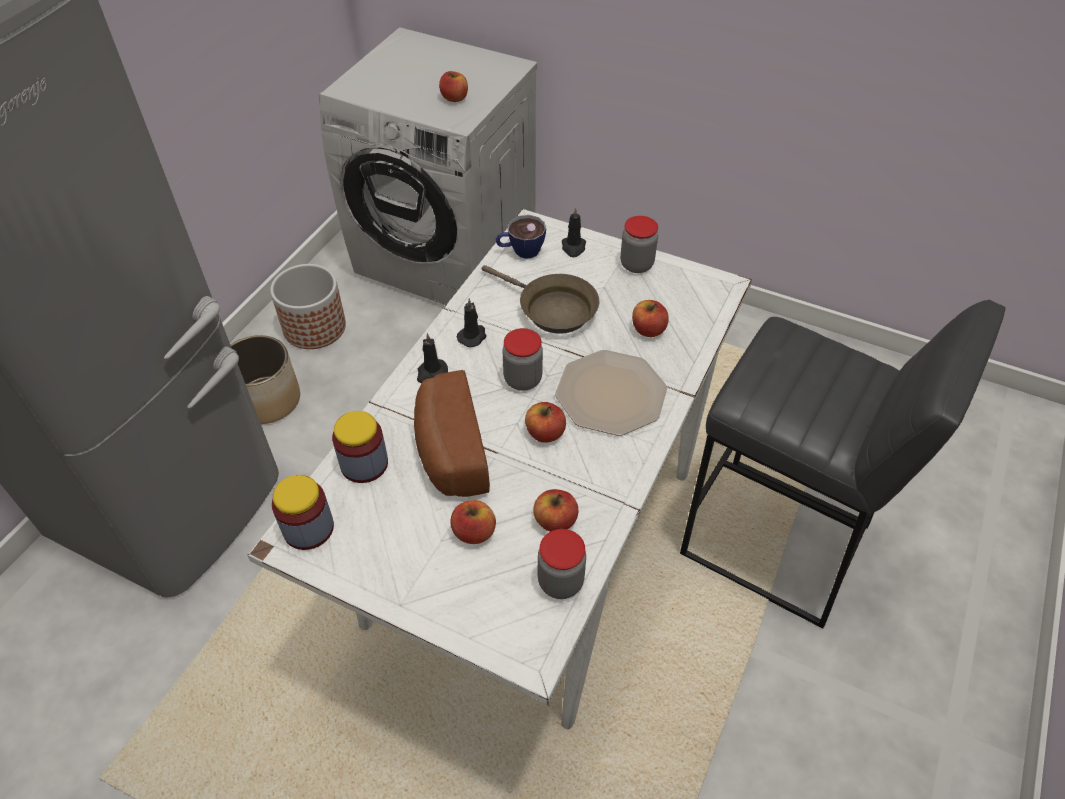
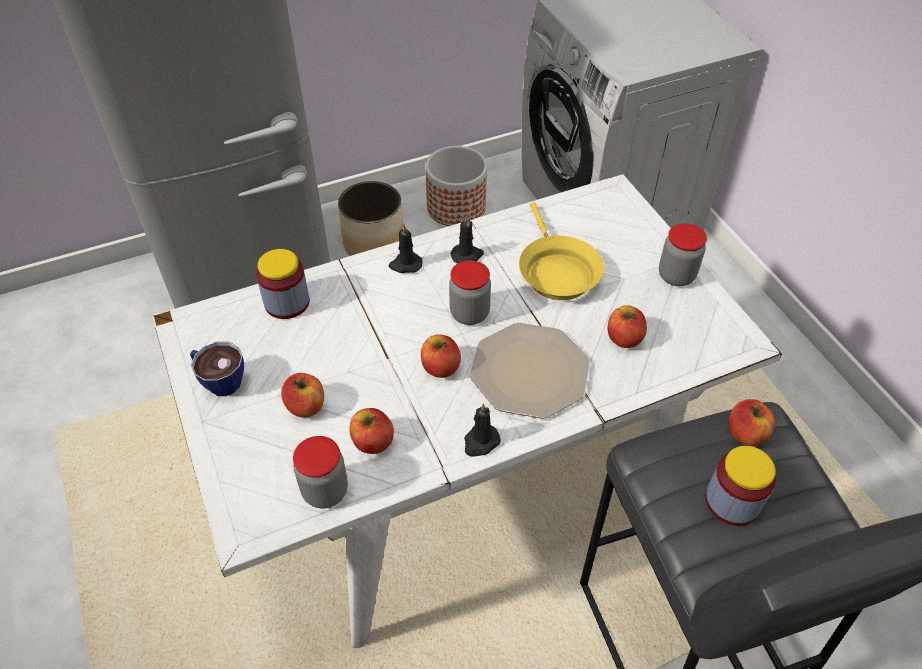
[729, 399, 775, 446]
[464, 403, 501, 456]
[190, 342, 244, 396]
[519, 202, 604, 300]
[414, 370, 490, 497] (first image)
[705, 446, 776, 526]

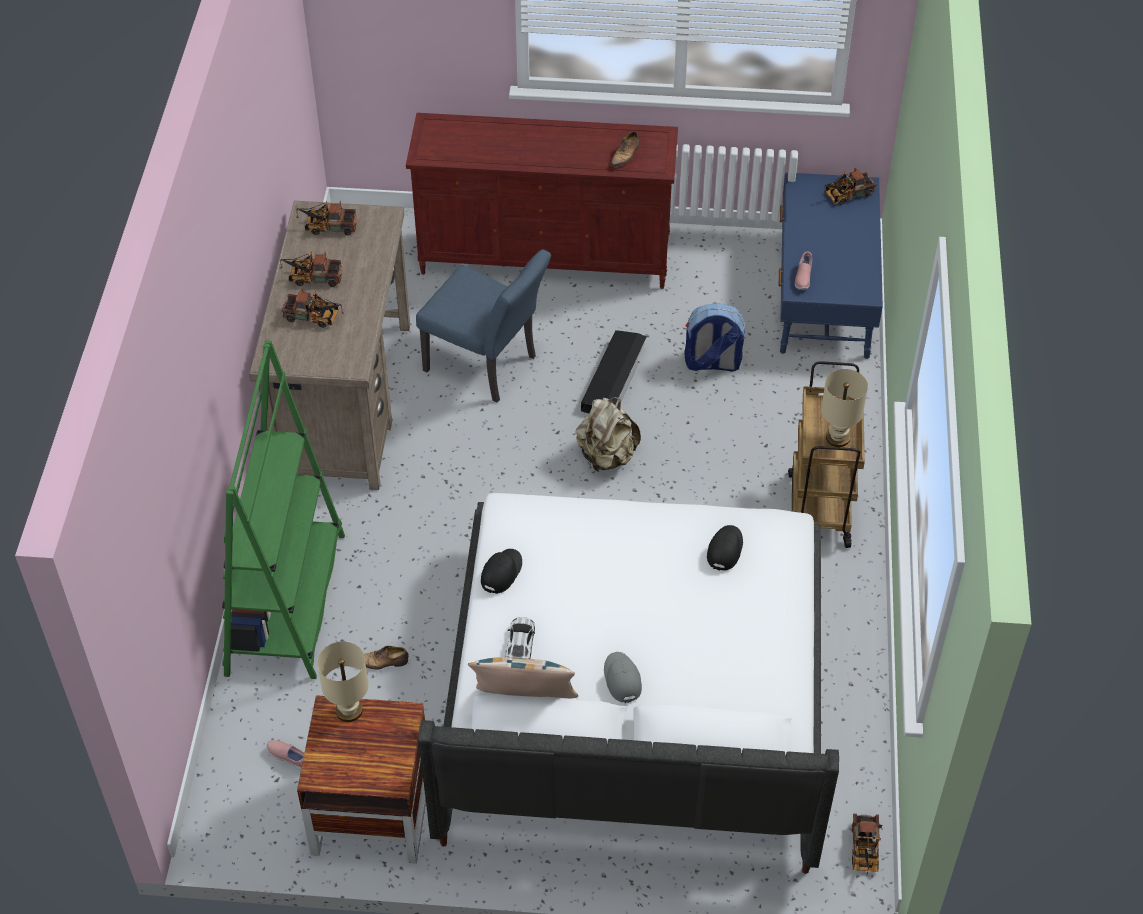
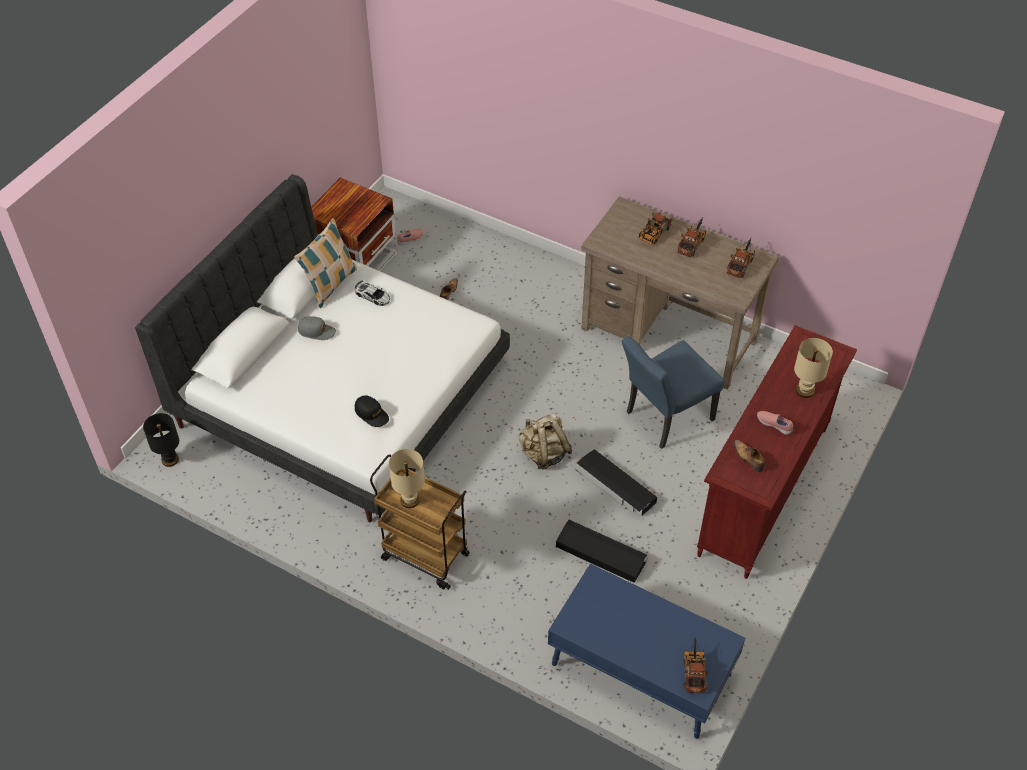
[757, 411, 793, 435]
[556, 520, 648, 583]
[222, 340, 345, 679] (first image)
[481, 549, 522, 594] (first image)
[794, 338, 833, 398]
[143, 413, 179, 467]

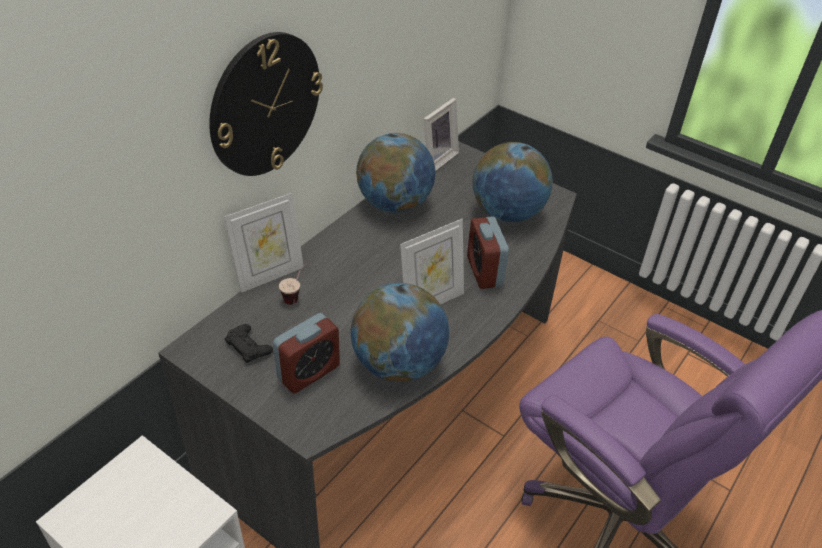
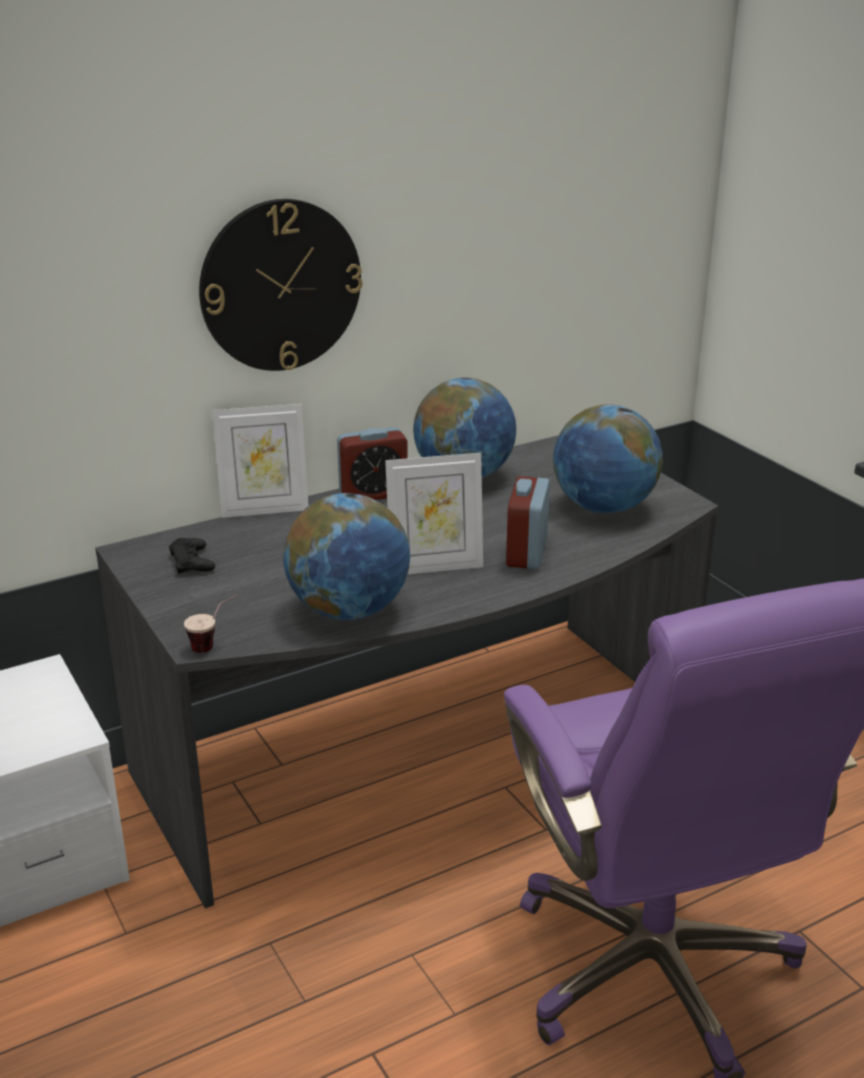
[424, 98, 459, 171] (first image)
[184, 594, 238, 653]
[337, 427, 408, 500]

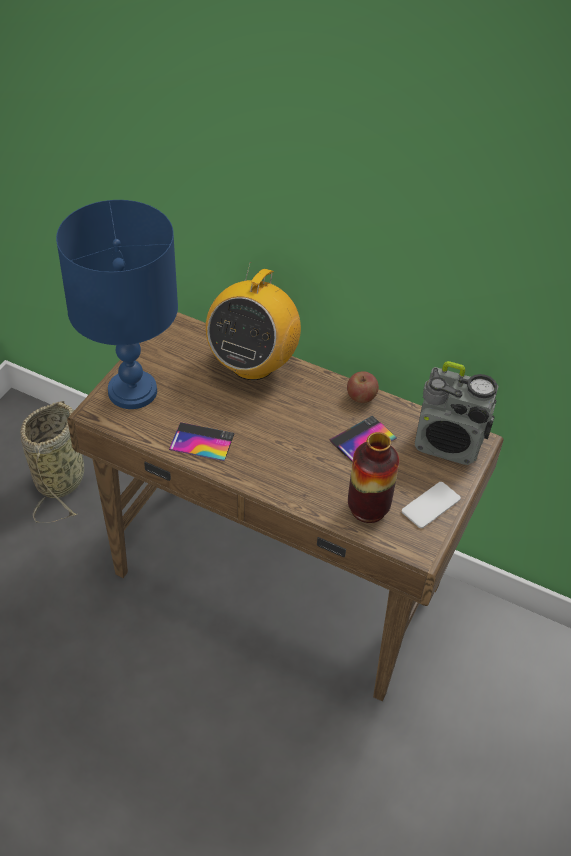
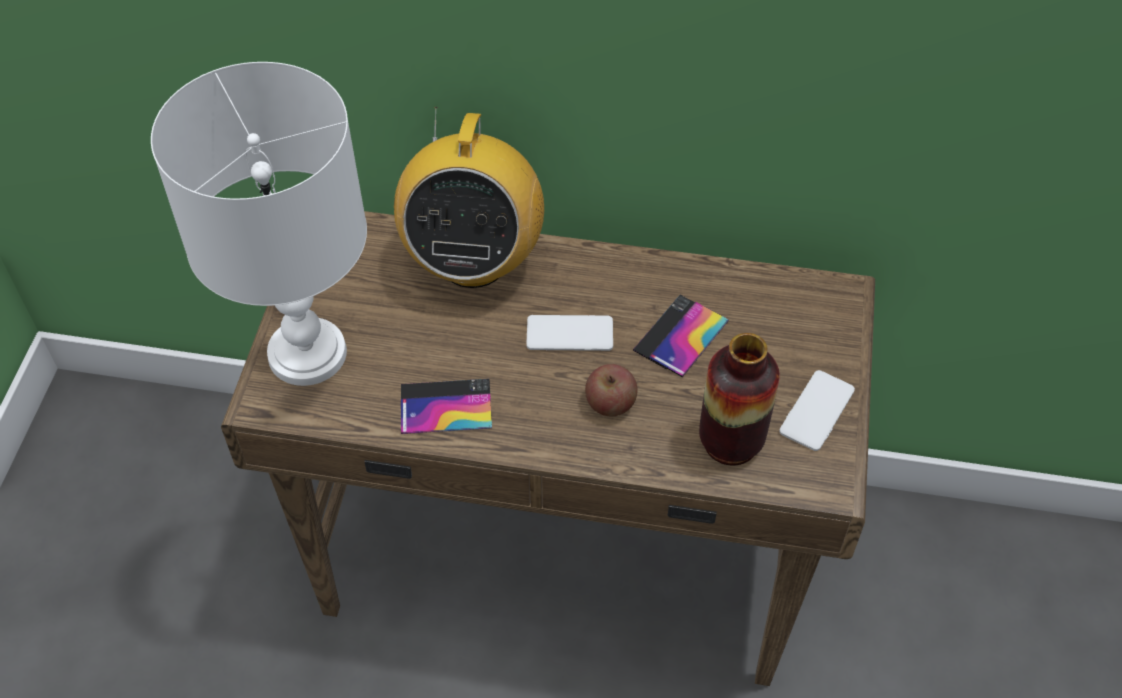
[151, 62, 367, 386]
[415, 361, 499, 465] (first image)
[585, 364, 638, 417]
[20, 401, 84, 523] (first image)
[526, 315, 613, 351]

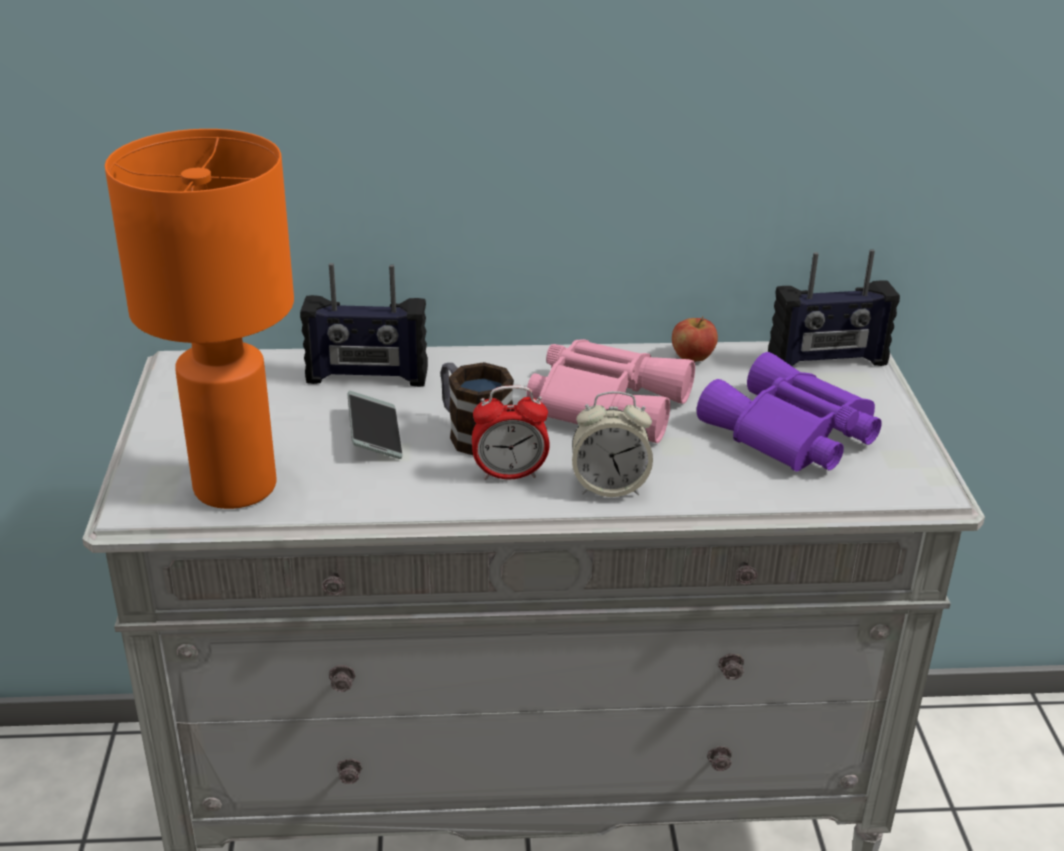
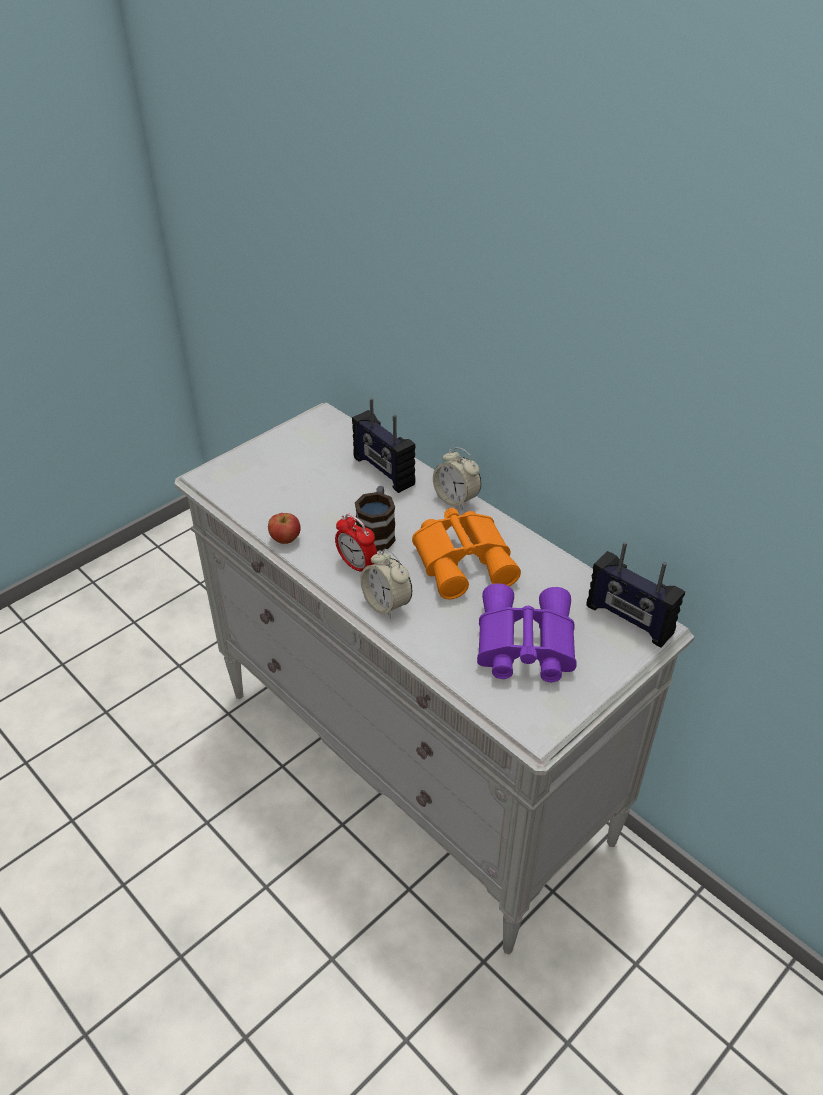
[105, 129, 294, 509] (first image)
[268, 513, 301, 544]
[412, 508, 521, 600]
[347, 391, 403, 459] (first image)
[433, 447, 481, 510]

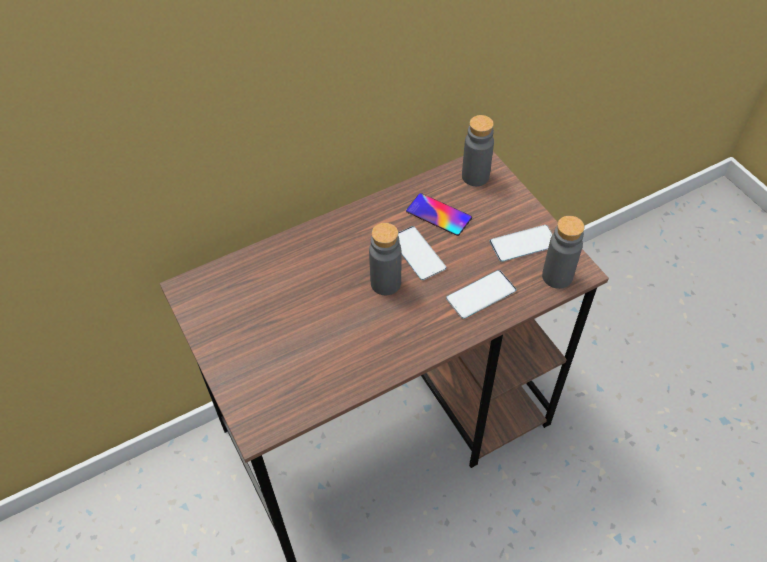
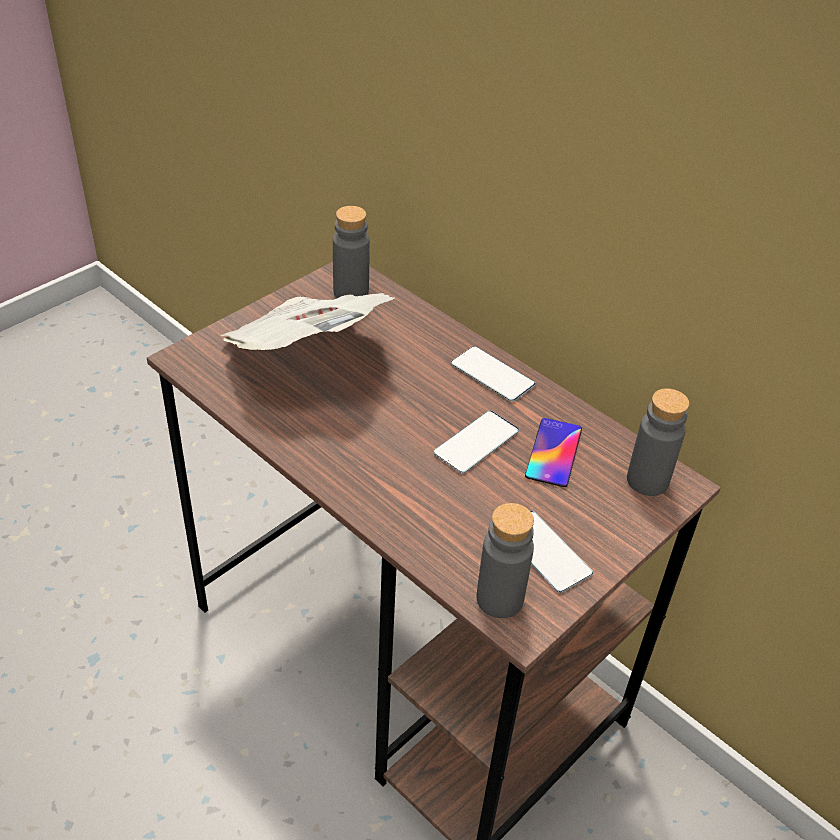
[333, 206, 370, 298]
[451, 346, 536, 402]
[221, 293, 394, 350]

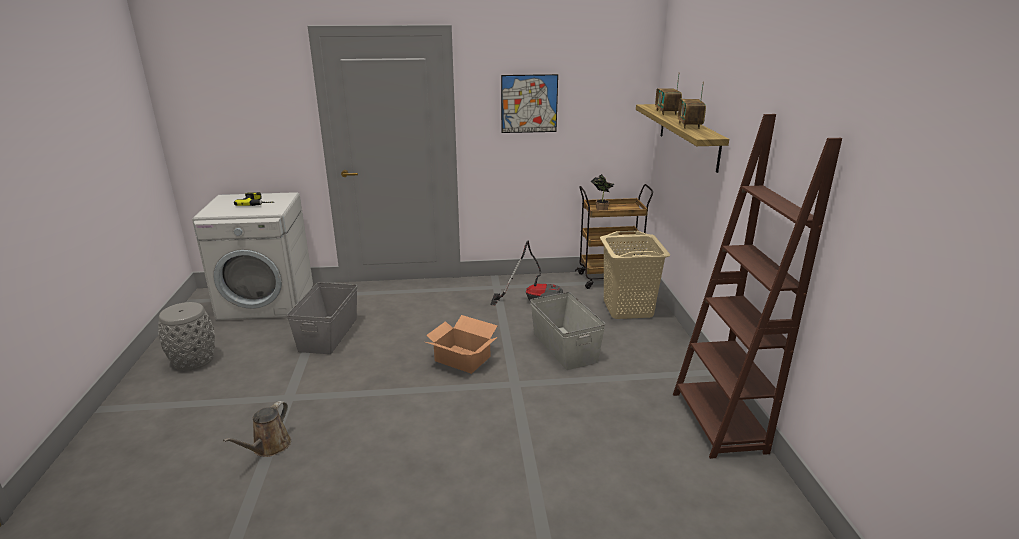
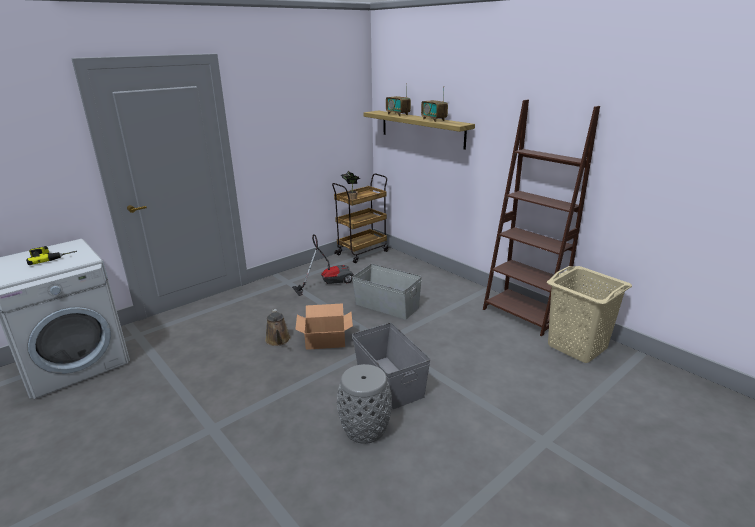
[501, 74, 558, 133] (first image)
[547, 266, 632, 363]
[352, 323, 431, 409]
[337, 364, 392, 444]
[265, 309, 291, 346]

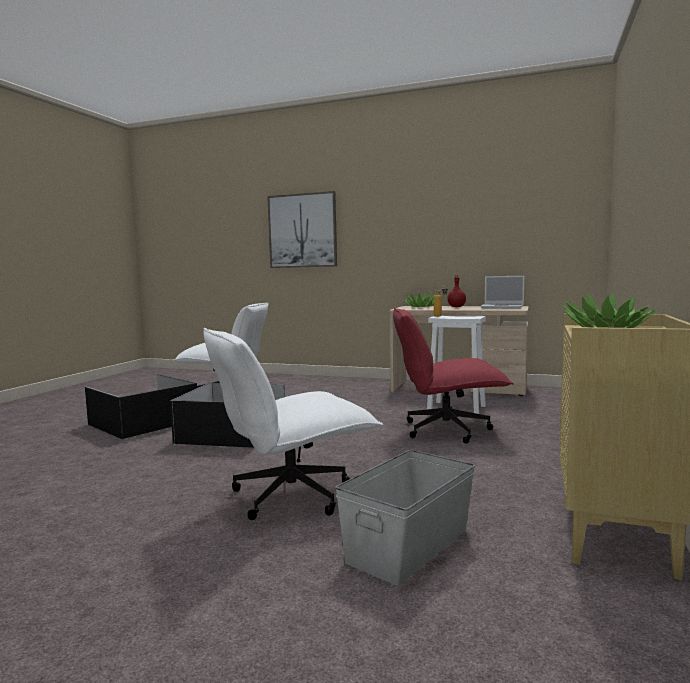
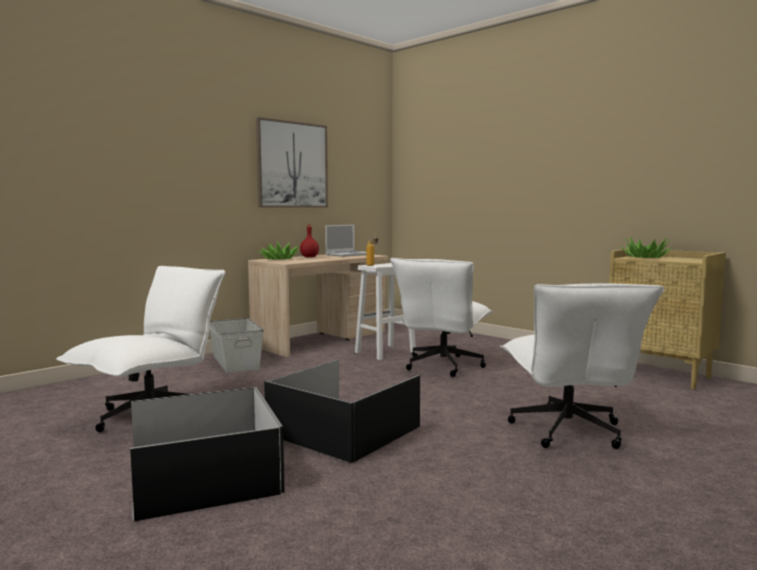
[256, 117, 328, 208]
[390, 258, 494, 377]
[209, 318, 264, 373]

